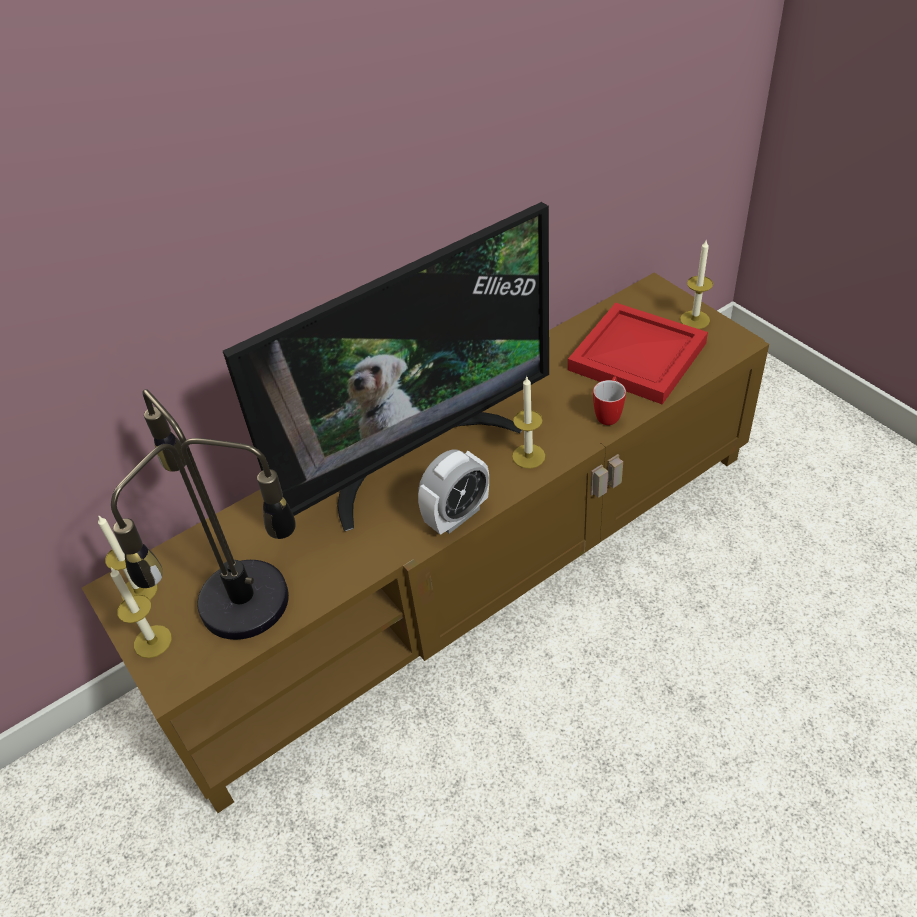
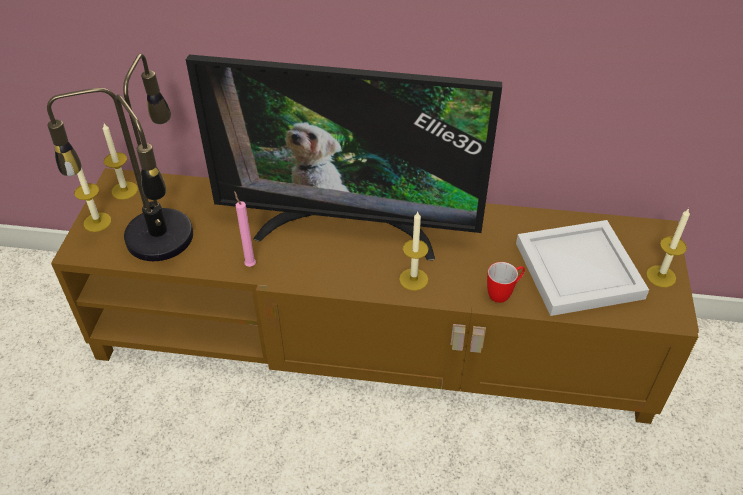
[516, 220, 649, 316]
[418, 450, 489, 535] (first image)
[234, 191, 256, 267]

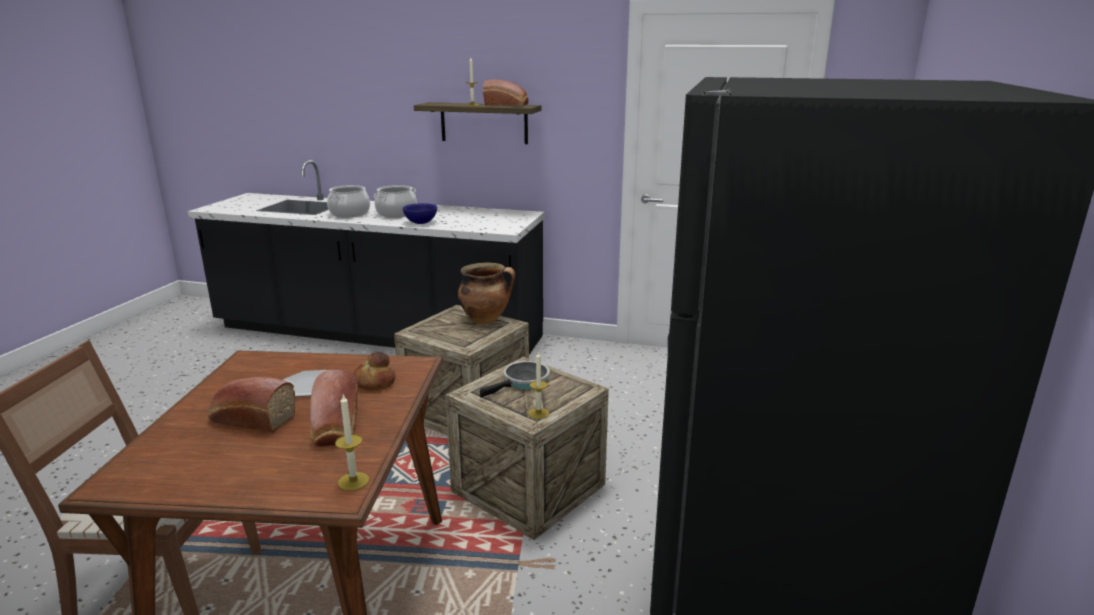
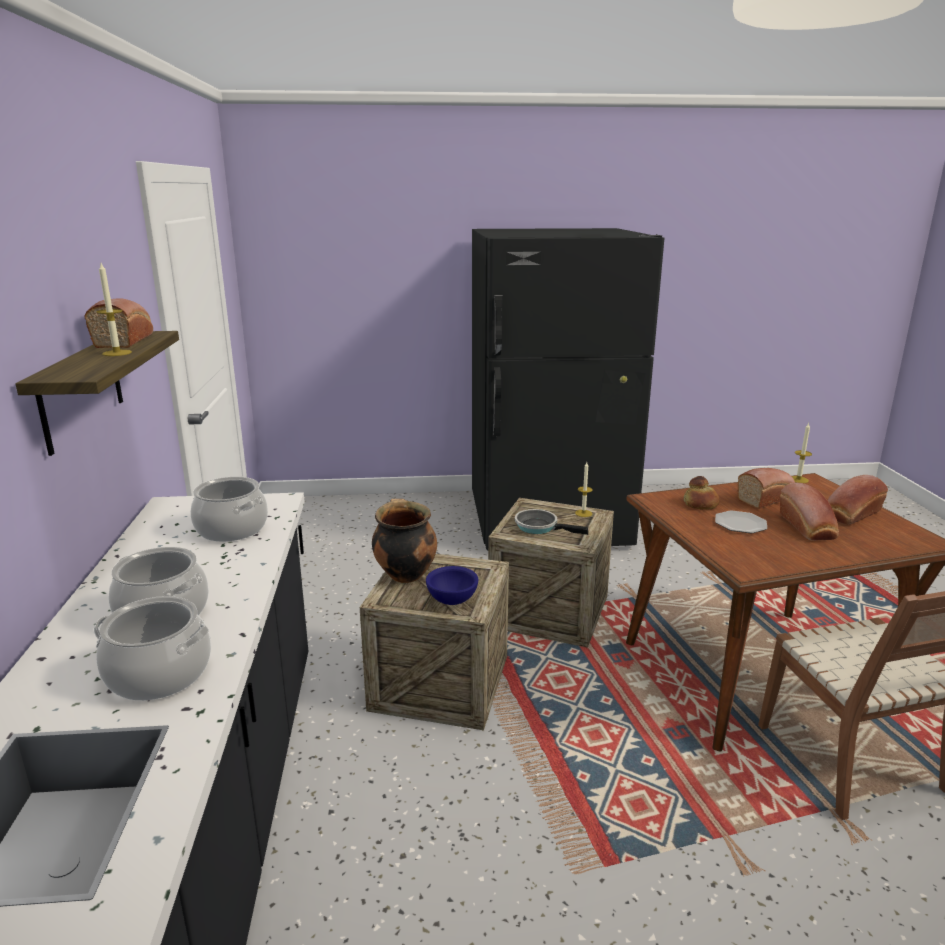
[426, 566, 479, 605]
[828, 475, 888, 525]
[190, 476, 268, 542]

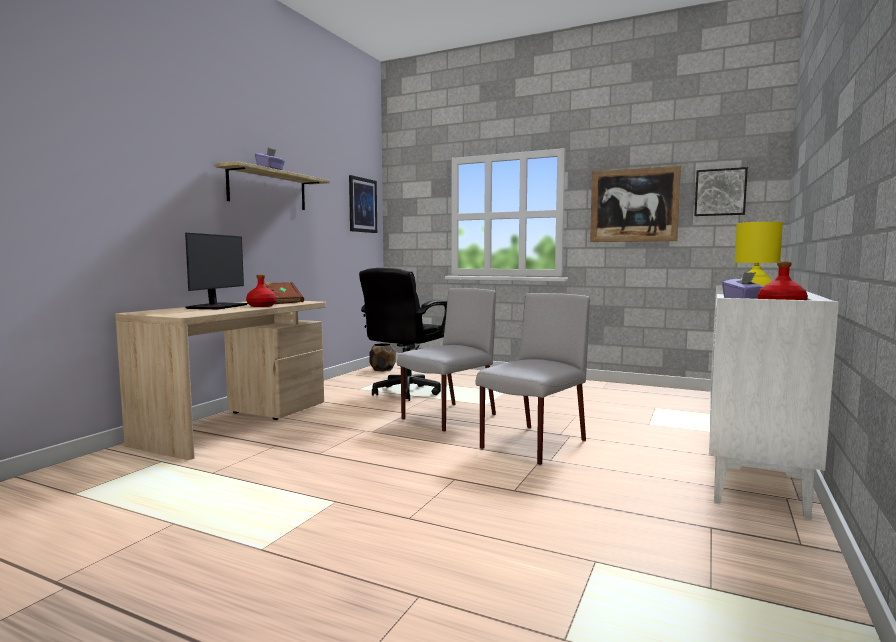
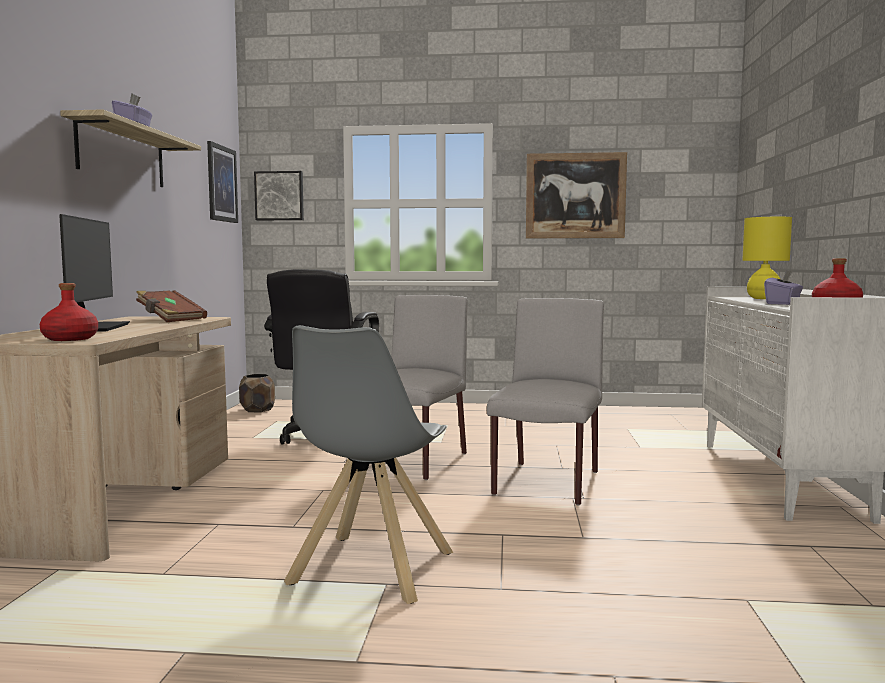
[254, 171, 304, 220]
[39, 283, 98, 341]
[284, 325, 453, 604]

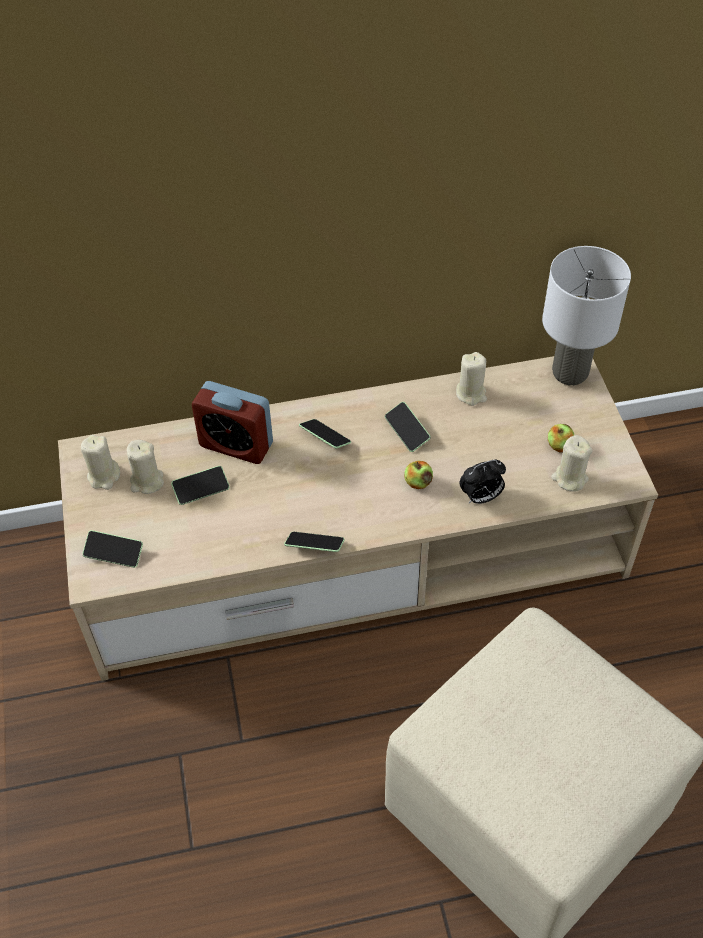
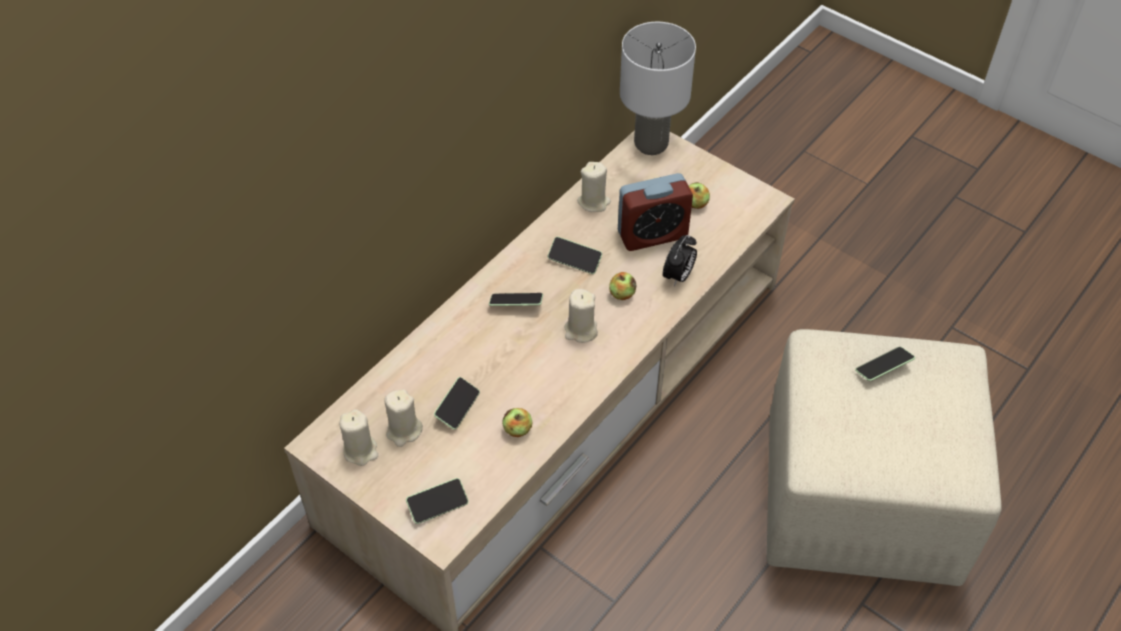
[618, 173, 693, 251]
[564, 289, 598, 343]
[855, 347, 915, 381]
[502, 408, 532, 437]

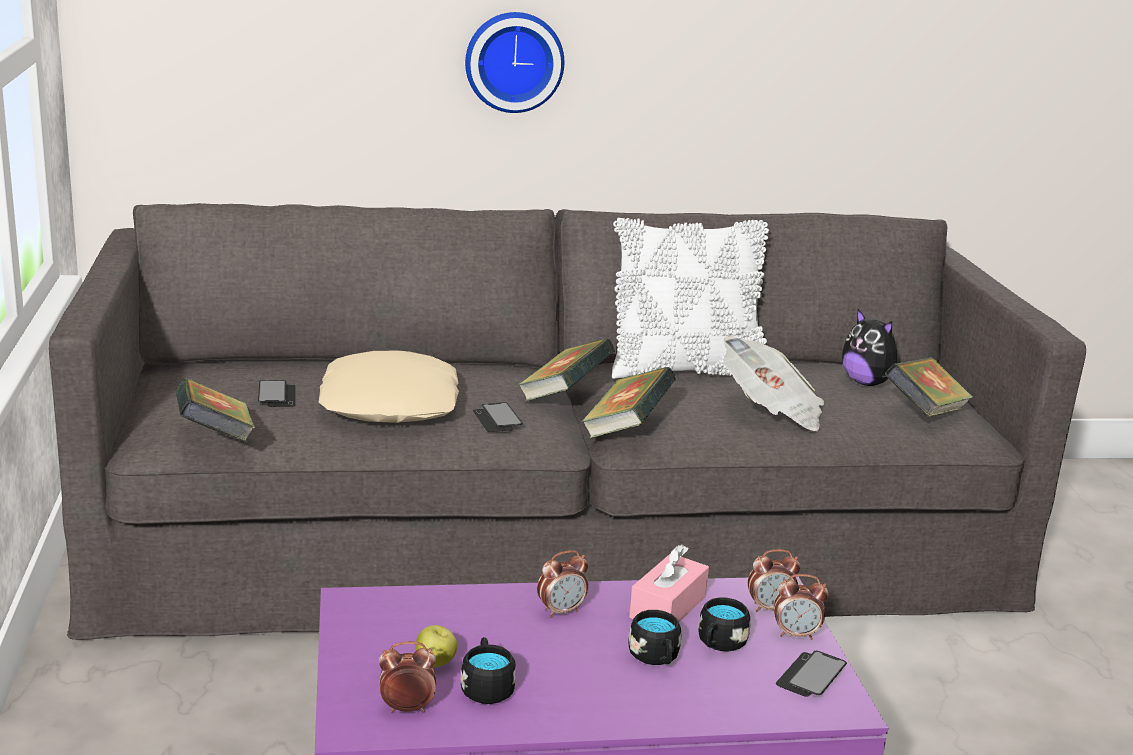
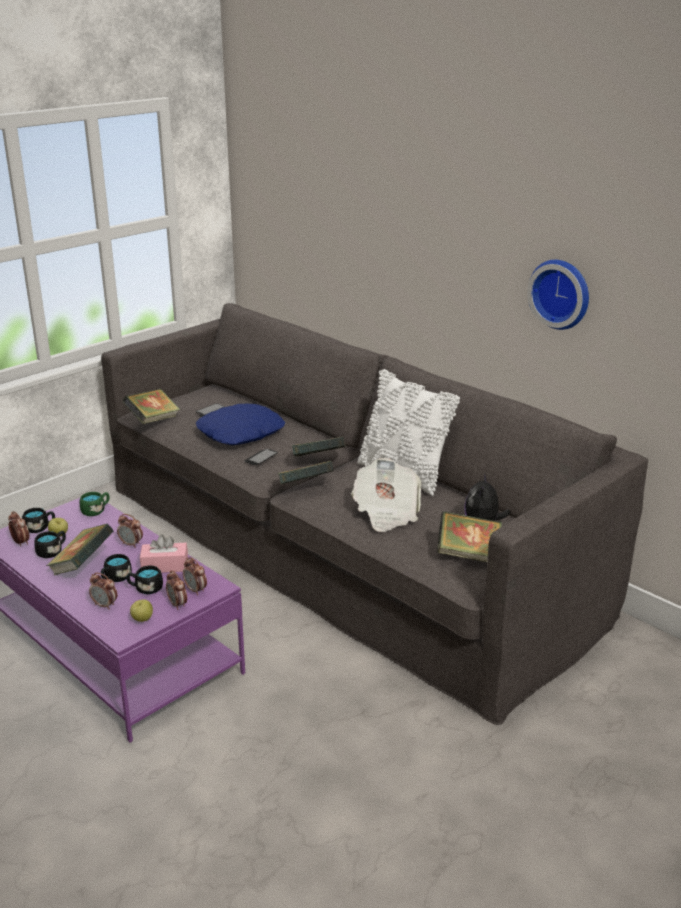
[527, 260, 589, 330]
[196, 404, 285, 445]
[130, 599, 153, 622]
[80, 492, 110, 516]
[22, 508, 55, 533]
[46, 524, 114, 575]
[89, 573, 117, 610]

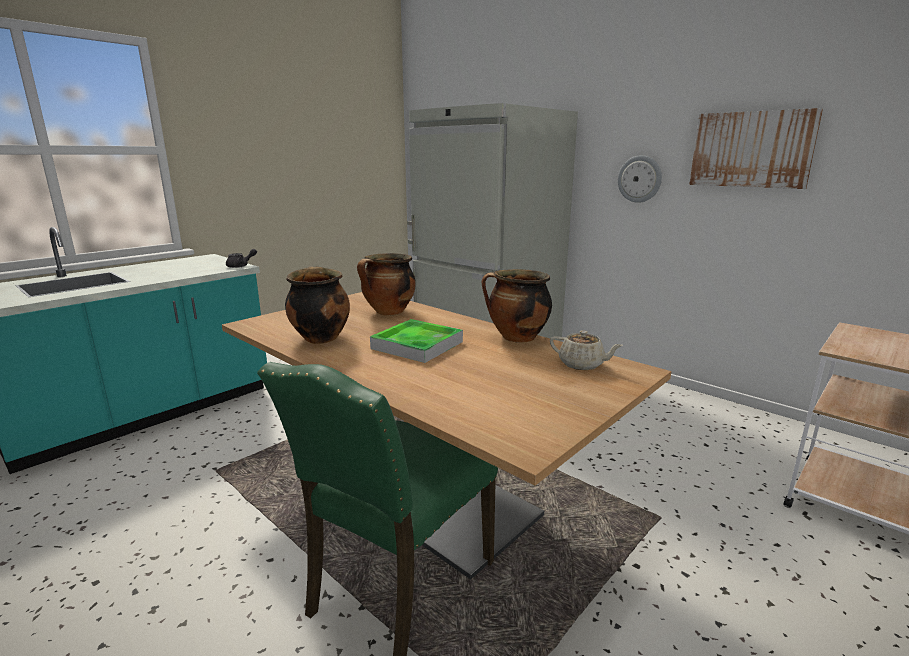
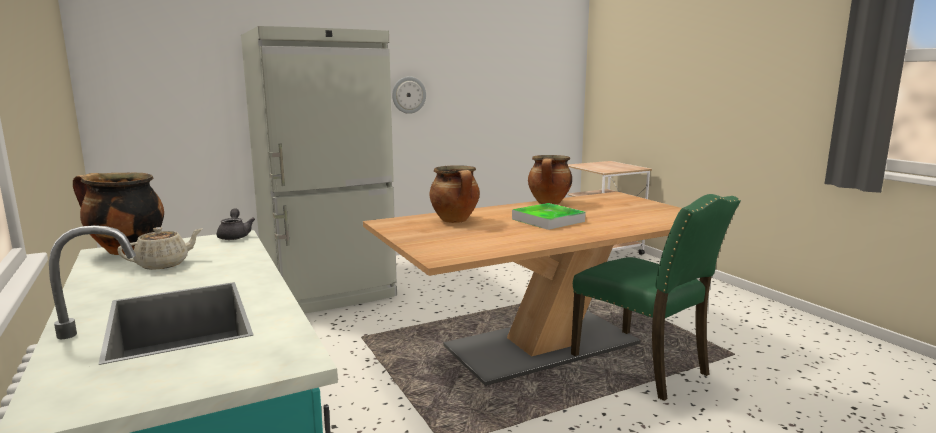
[689, 108, 823, 189] (first image)
[73, 173, 164, 255]
[117, 227, 202, 270]

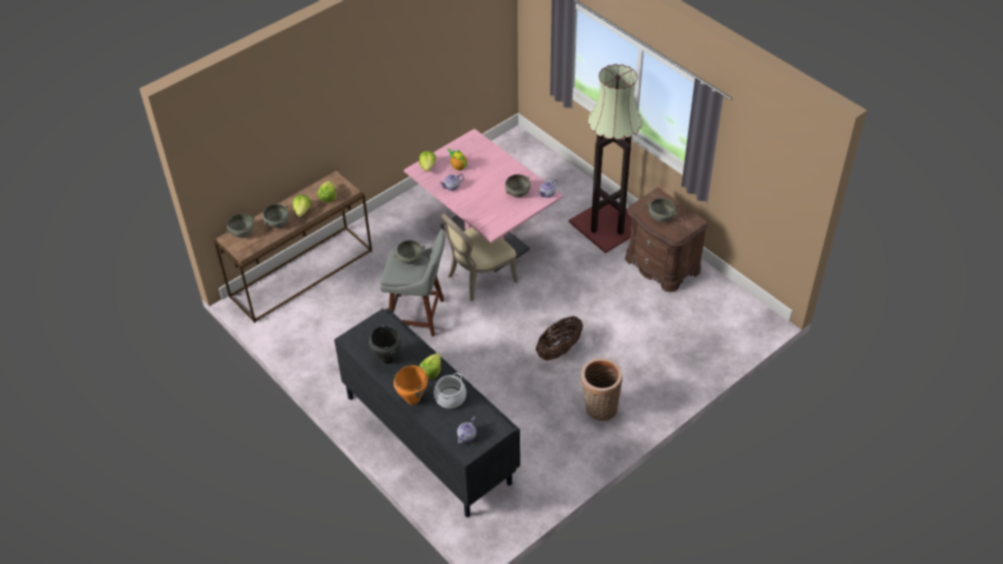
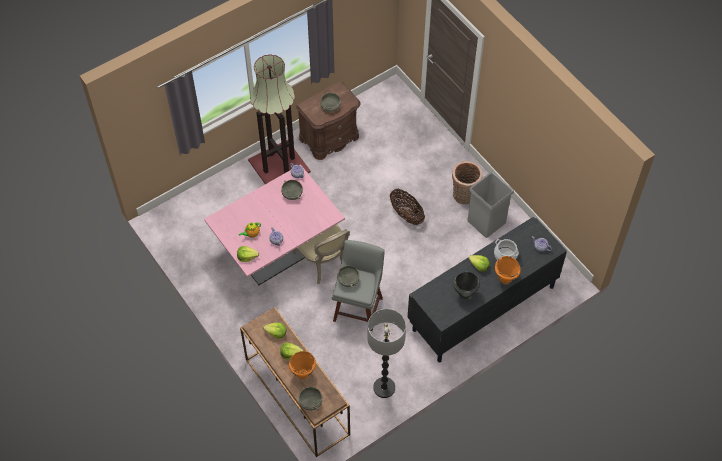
[289, 351, 316, 379]
[467, 171, 514, 238]
[368, 309, 406, 398]

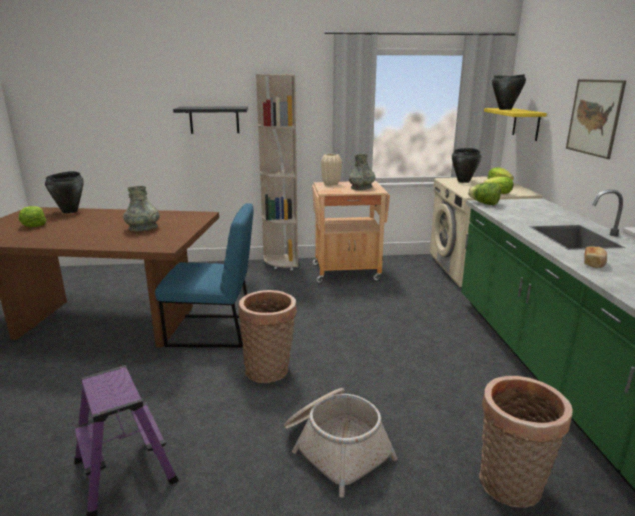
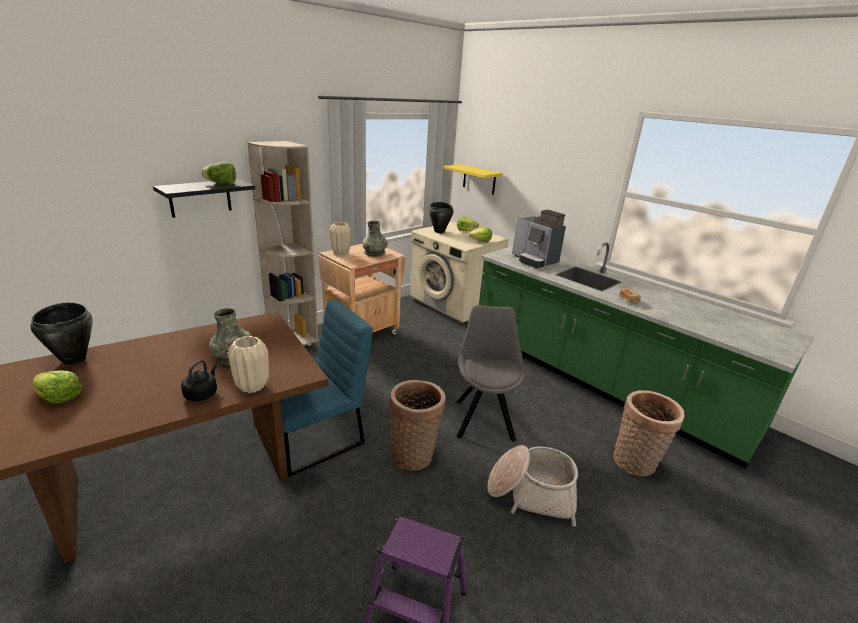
[492, 74, 526, 110] (first image)
[566, 79, 627, 159] (first image)
[202, 162, 236, 185]
[512, 210, 566, 268]
[457, 305, 526, 442]
[228, 336, 269, 393]
[181, 360, 217, 401]

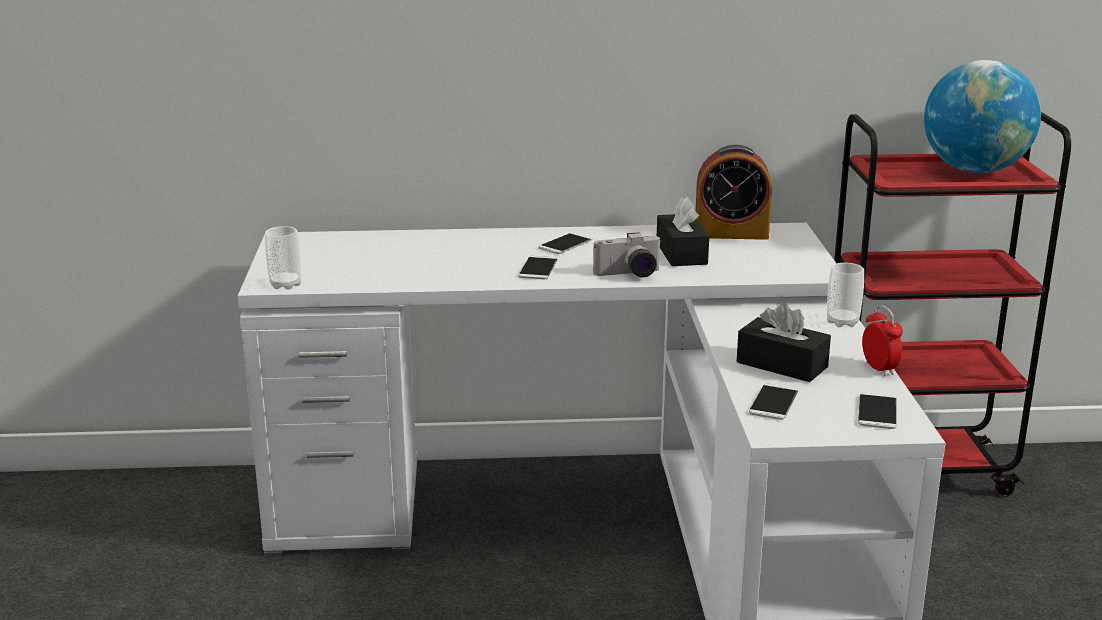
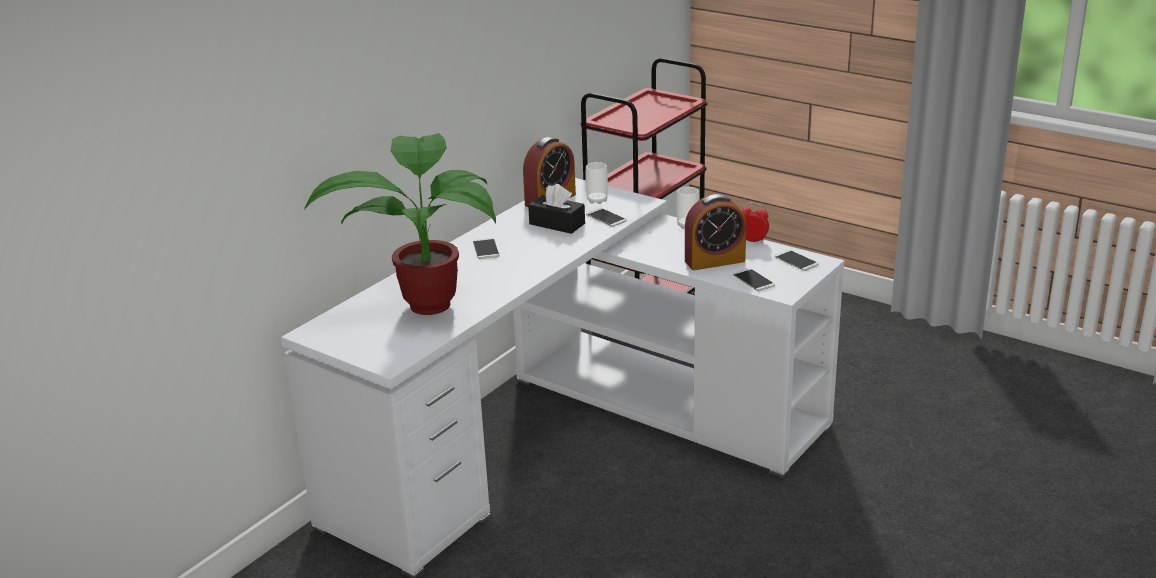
[924, 60, 1041, 173] (first image)
[585, 162, 608, 204]
[593, 232, 662, 277] (first image)
[587, 208, 627, 227]
[685, 194, 746, 270]
[304, 133, 496, 315]

